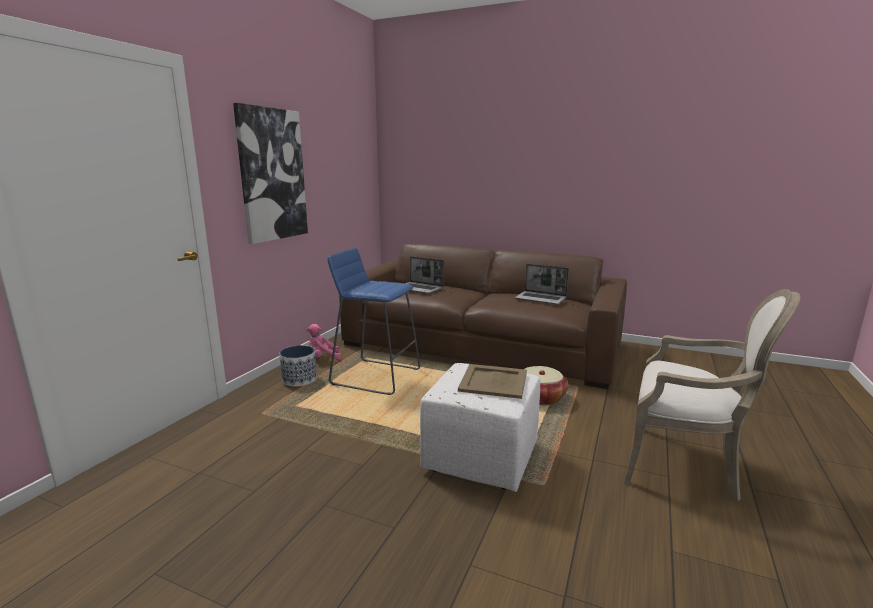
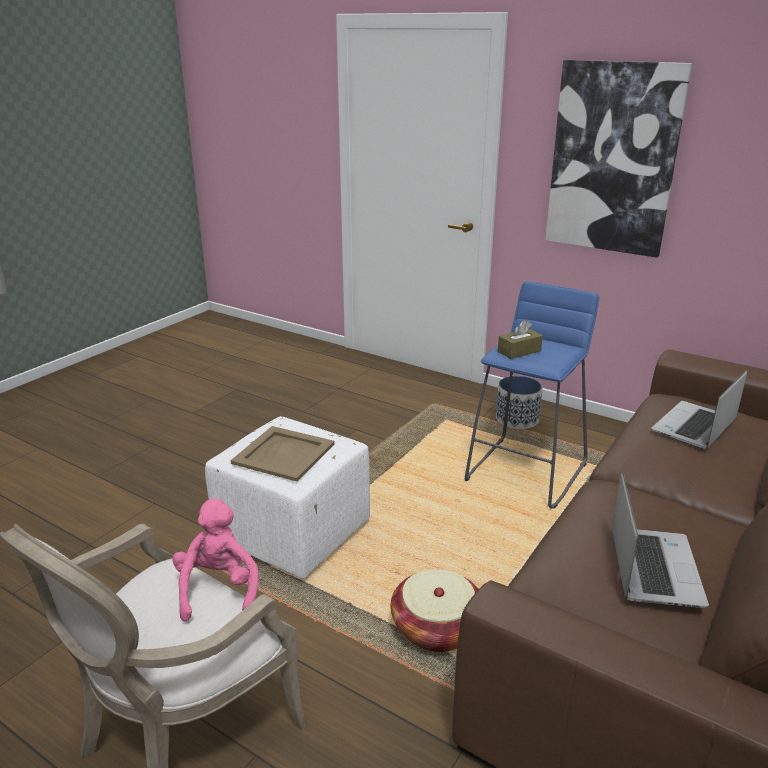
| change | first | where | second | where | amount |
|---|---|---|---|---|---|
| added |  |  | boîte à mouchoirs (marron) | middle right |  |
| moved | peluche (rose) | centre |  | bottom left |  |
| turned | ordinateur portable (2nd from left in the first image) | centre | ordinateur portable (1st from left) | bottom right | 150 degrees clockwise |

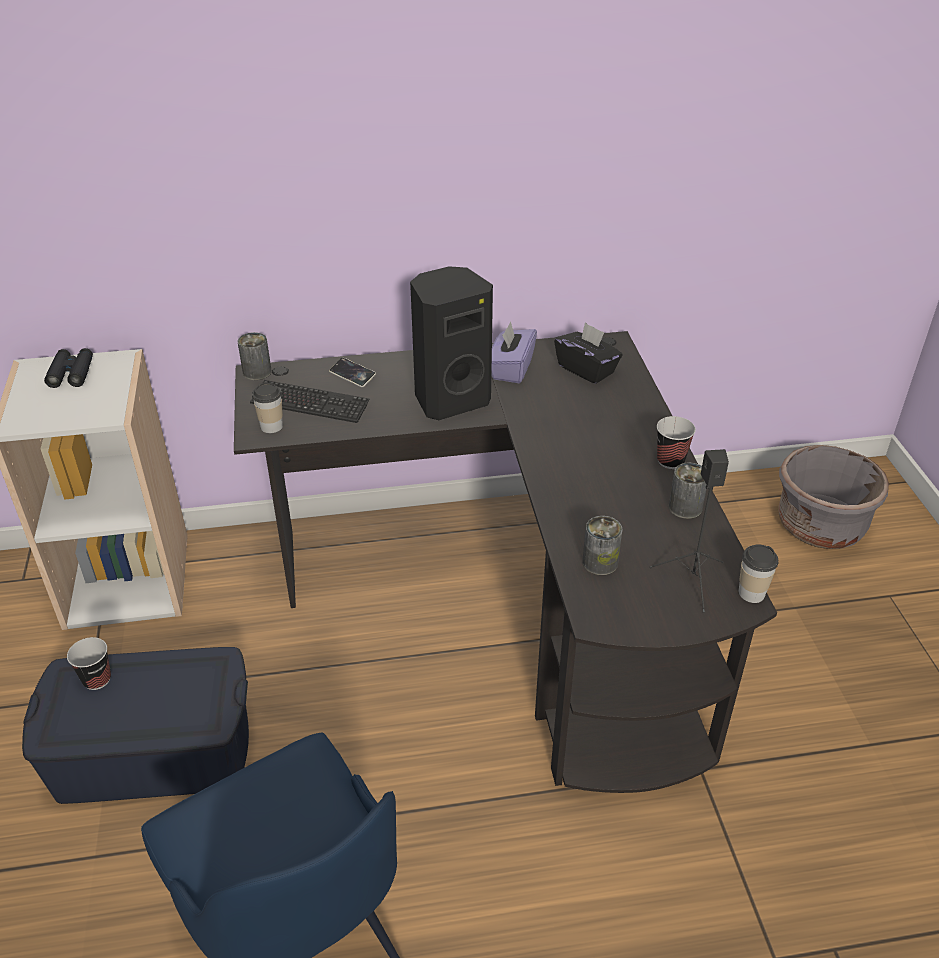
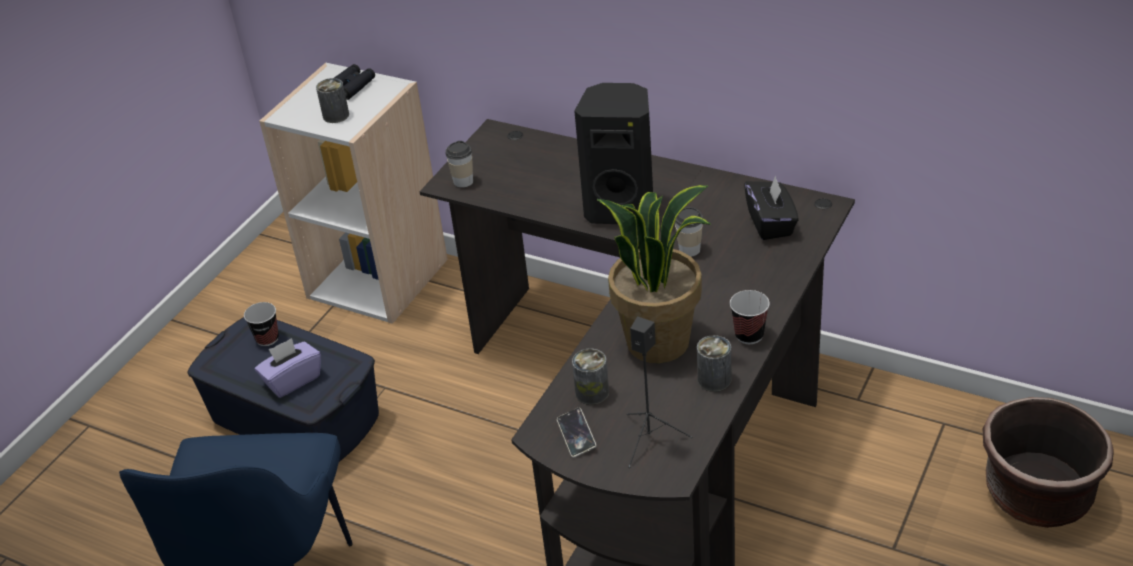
| change | first | where | second | where | amount |
|---|---|---|---|---|---|
| removed | clavier | middle left |  |  |  |
| added |  |  | plante en pot | centre |  |
| moved | boîte métallique (1st from left) | middle left |  | top left |  |
| moved | téléphone | centre |  | bottom centre |  |
| moved | boîte à mouchoirs (violet) | centre |  | middle left |  |
| moved | tasse (4th from left in the first image) | middle right | tasse (3rd from left) | centre |  |
| recoloured | cache-pot (gris) | middle right | cache-pot (marron) | bottom right |  |

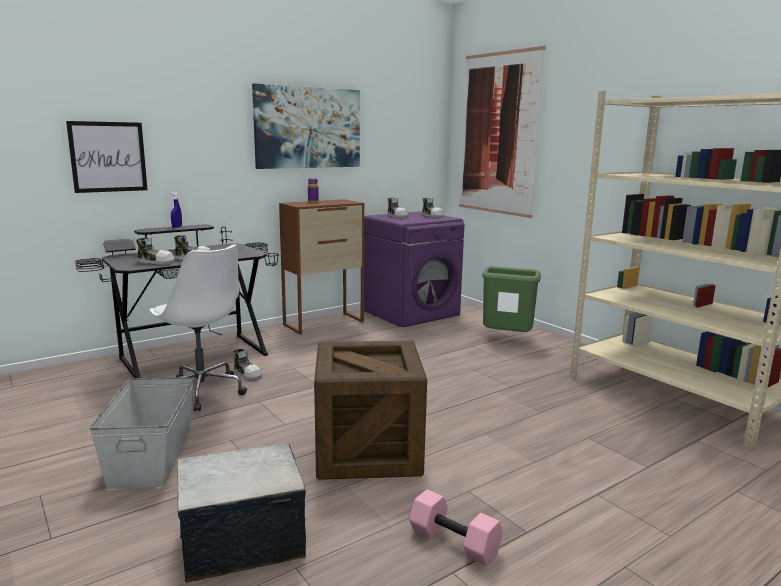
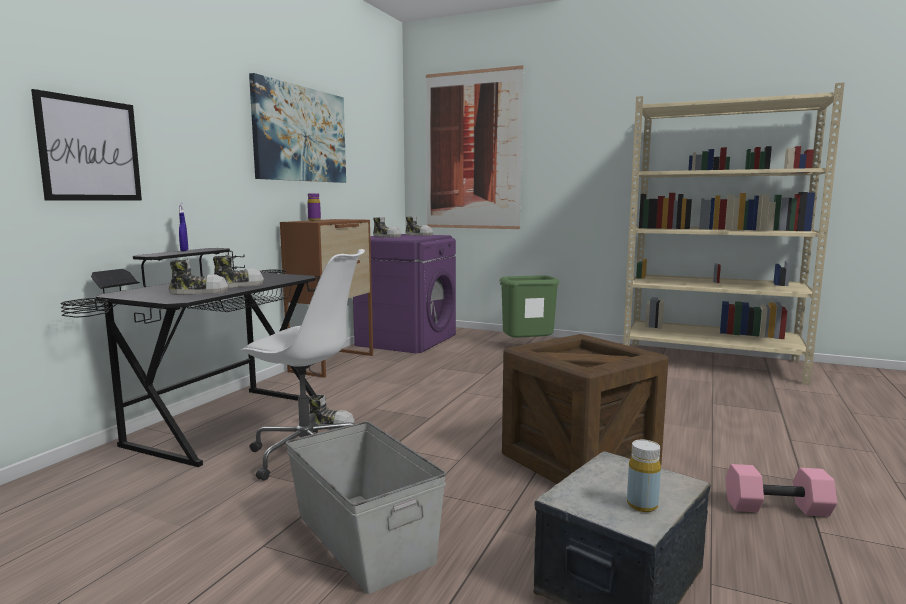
| change | first | where | second | where | amount |
|---|---|---|---|---|---|
| added |  |  | bouteille (jaune) | bottom right |  |

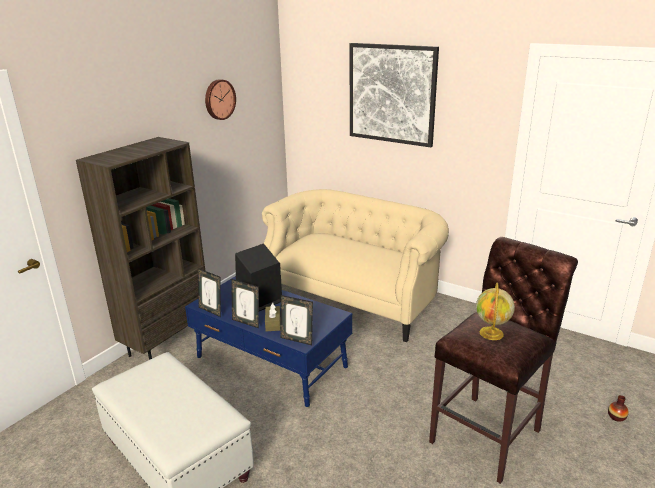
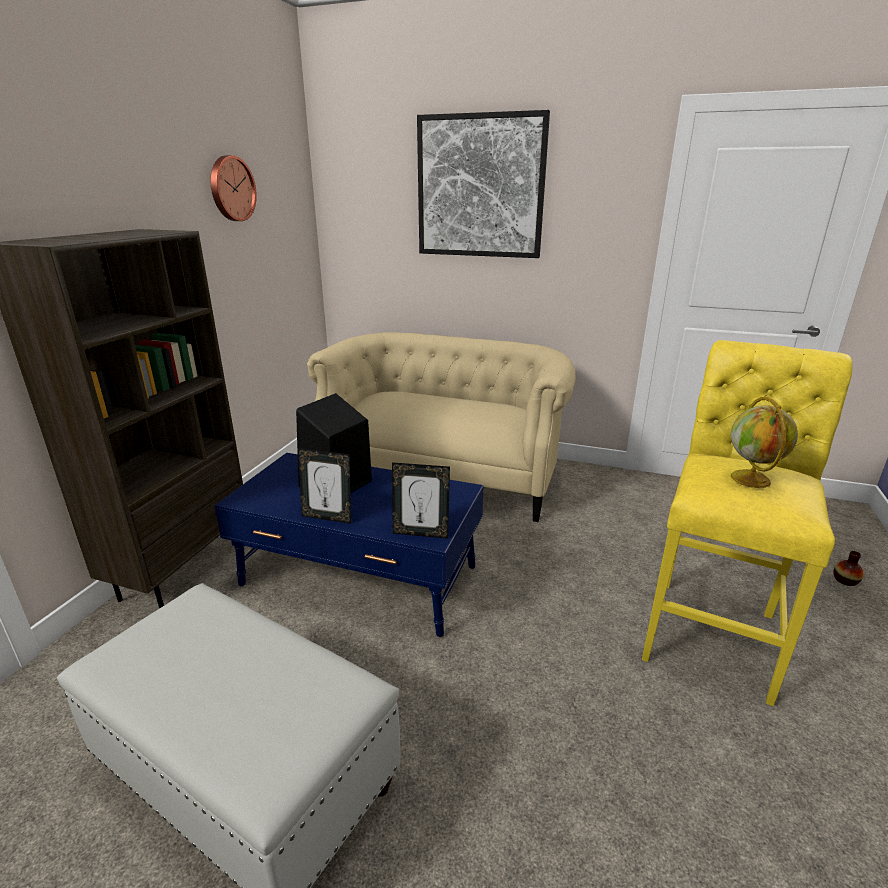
| change | first | where | second | where | amount |
|---|---|---|---|---|---|
| removed | cadre photo (1st from left) | middle left |  |  |  |
| removed | boîte à mouchoirs (marron) | centre |  |  |  |
| recoloured | tabouret (marron) | bottom right | tabouret (jaune) | middle right |  |

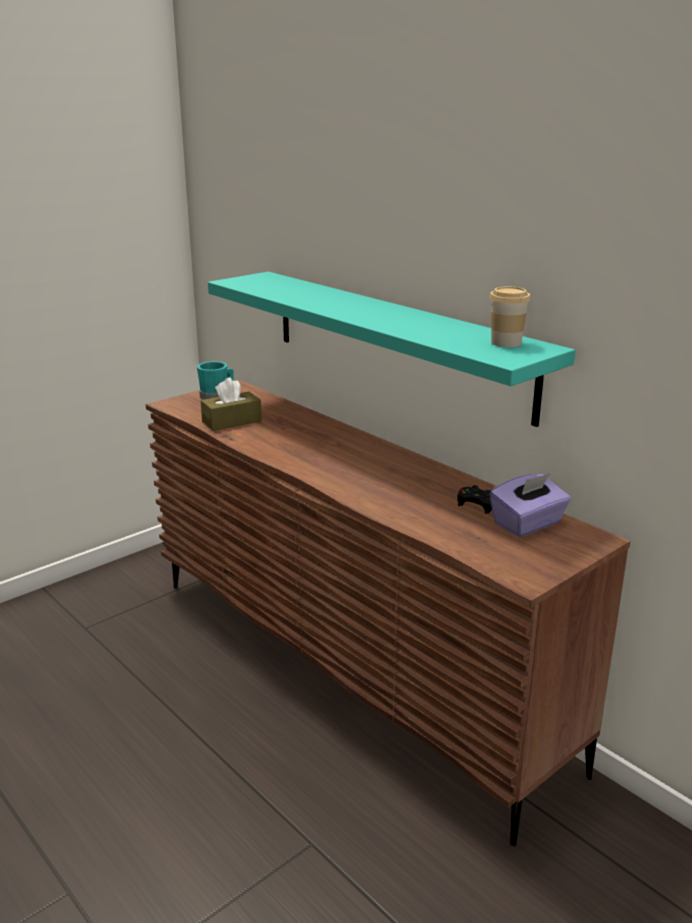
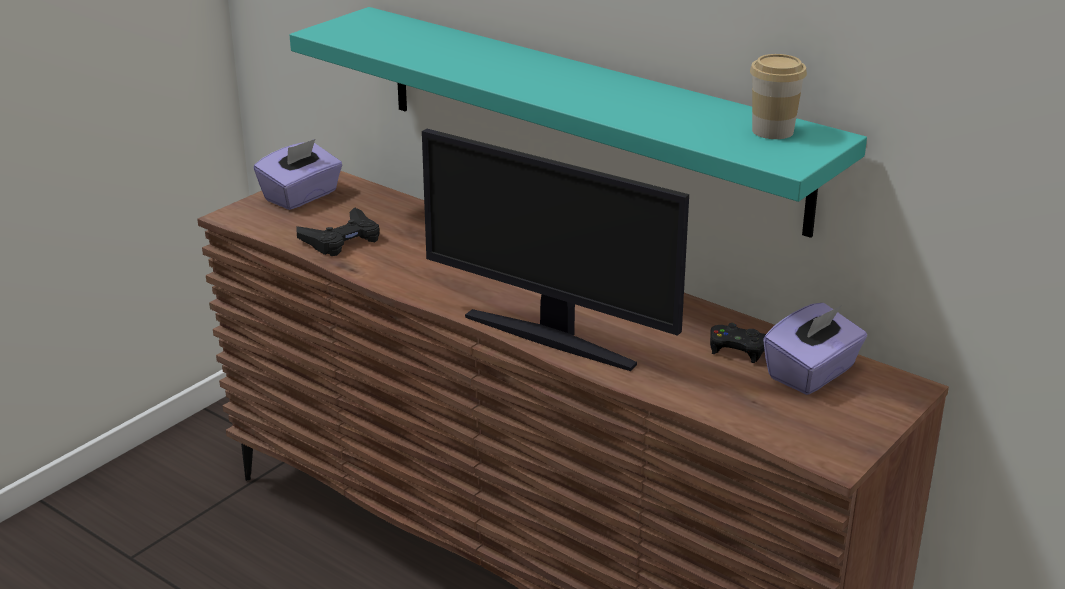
| change | first | where | second | where | amount |
|---|---|---|---|---|---|
| added |  |  | écran d'ordinateur | centre |  |
| replaced | mug (turquoise) | middle left | boîte à mouchoirs (violet) (1st from left) | top left |  |
| replaced | boîte à mouchoirs (marron) | centre | manette (noir) (1st from left) | middle left |  |

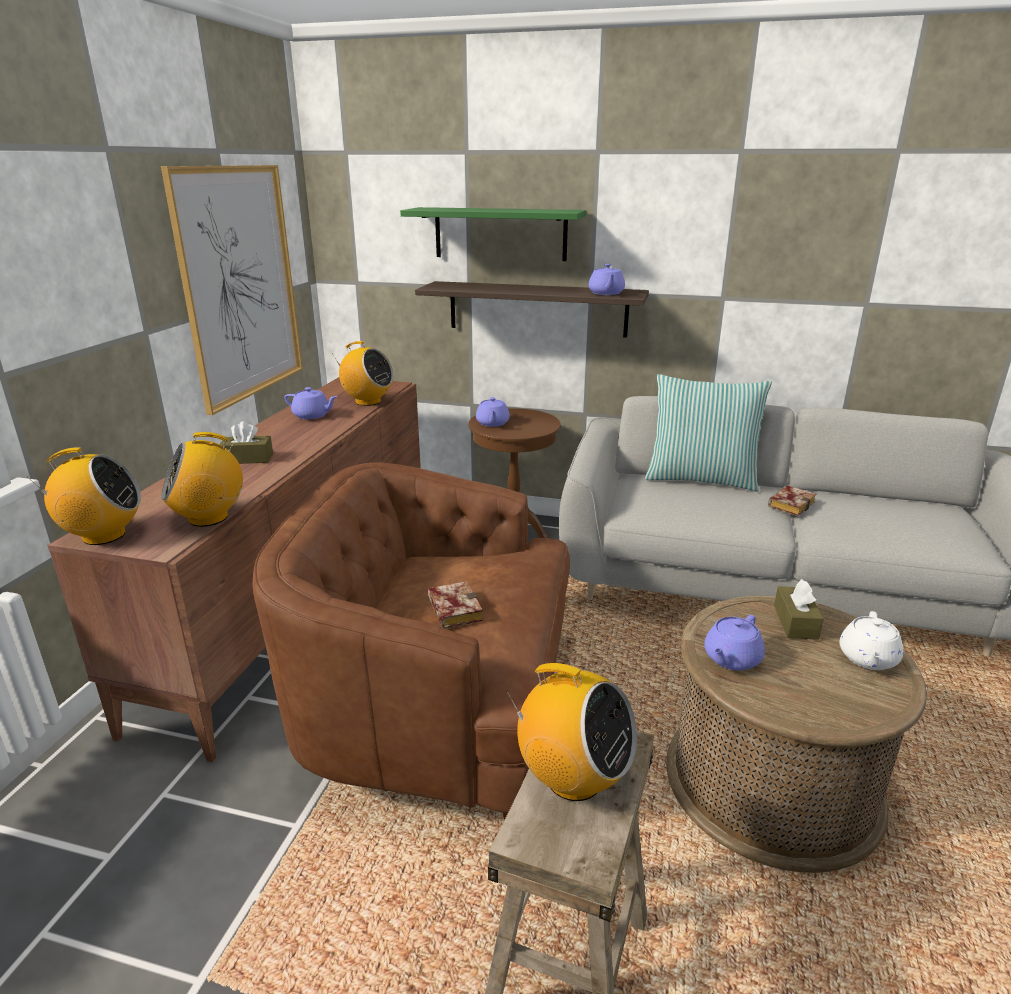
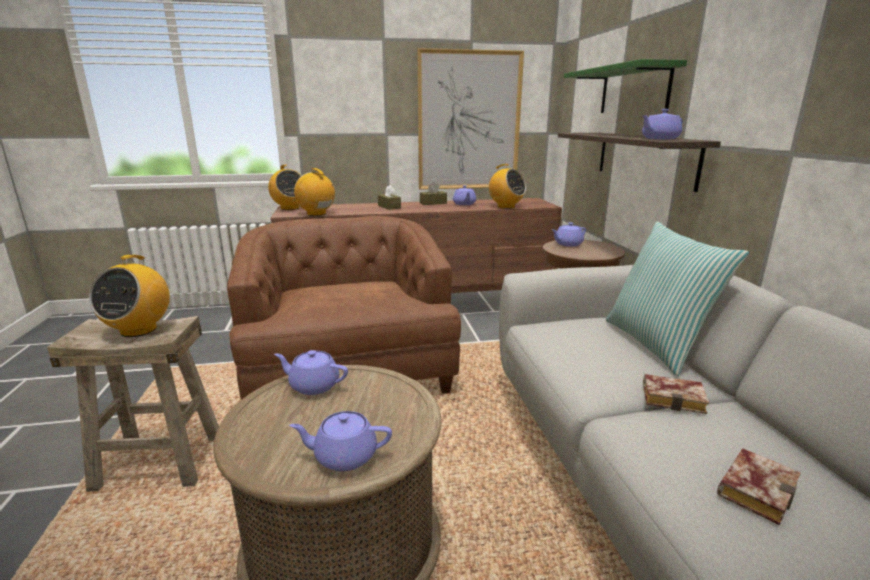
| change | first | where | second | where | amount |
|---|---|---|---|---|---|
| moved | livre (1st from left in the first image) | centre | livre (2nd from left) | bottom right |  |
| moved | boîte à mouchoirs (marron) (2nd from left) | middle right |  | top centre |  |
| recoloured | théière (blanc) | middle right | théière (violet) (2nd from left) | bottom centre |  |
| turned | radio (3rd from left in the first image) | centre | radio (4th from left) | top centre | 45 degrees counterclockwise |

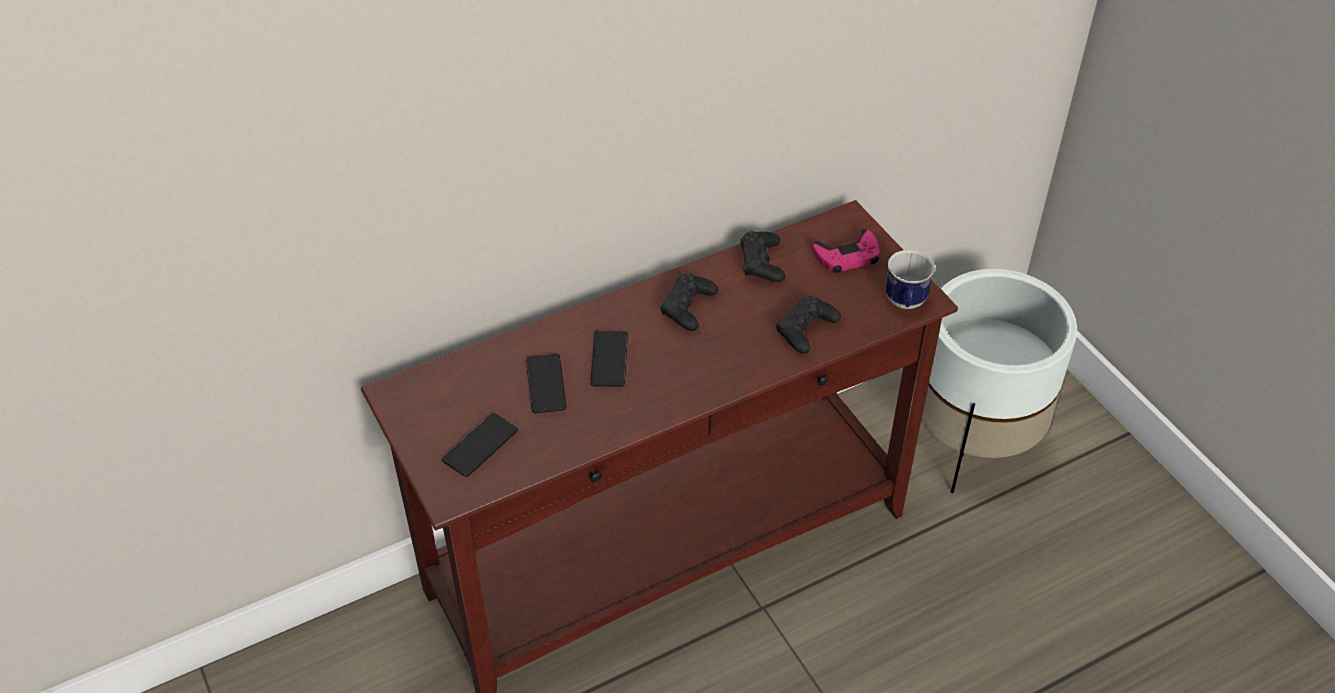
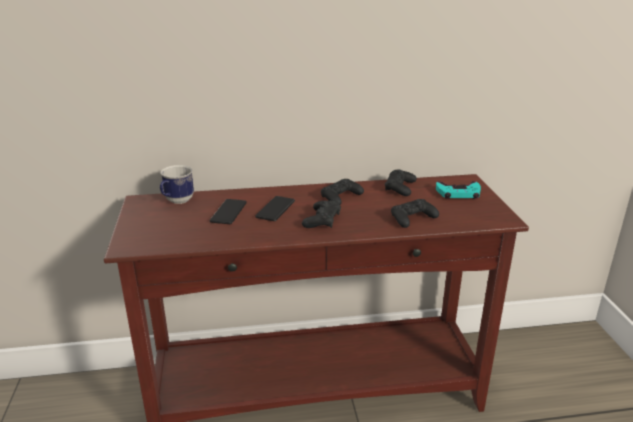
| change | first | where | second | where | amount |
|---|---|---|---|---|---|
| removed | téléphone (1st from left) | centre |  |  |  |
| removed | cache-pot (blanc) | middle right |  |  |  |
| added |  |  | manette (noir) (1st from left) | centre |  |
| moved | mug | middle right |  | middle left |  |
| recoloured | manette (rose) | centre | manette (turquoise) | middle right |  |

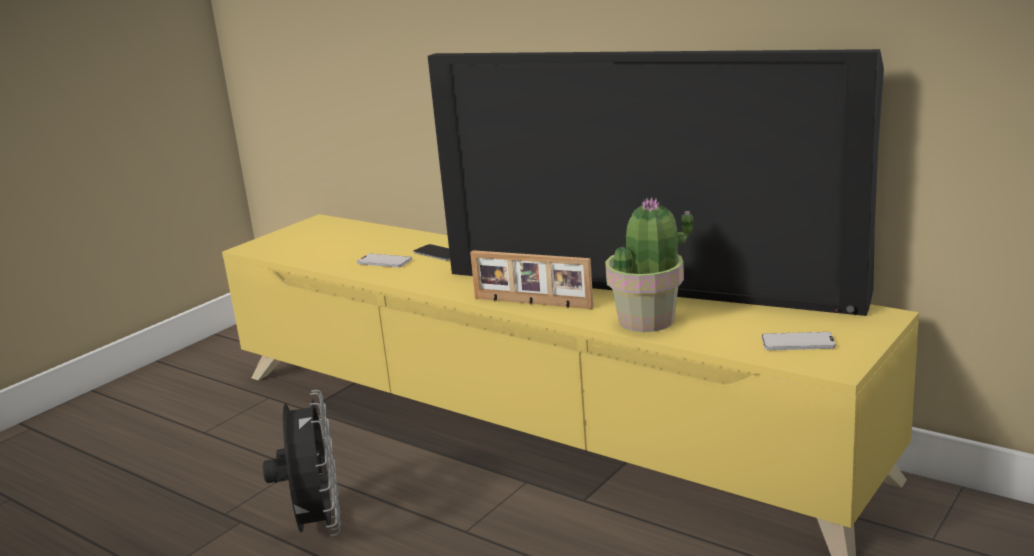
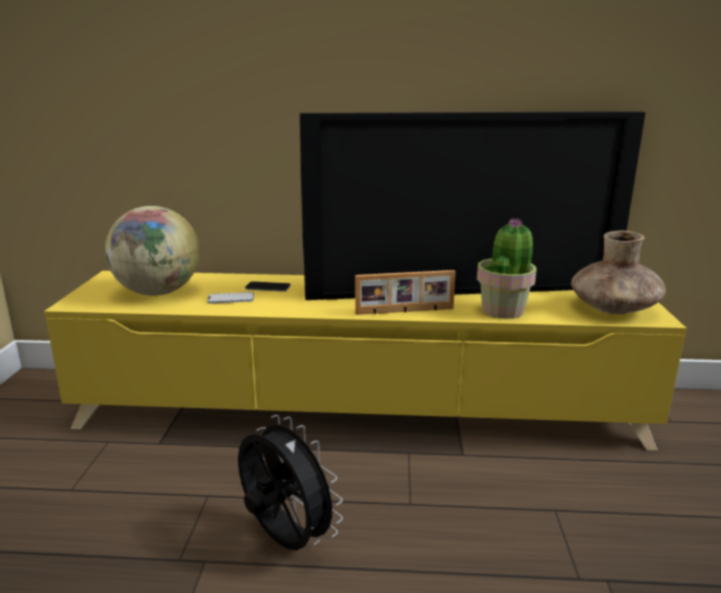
| change | first | where | second | where | amount |
|---|---|---|---|---|---|
| added |  |  | globe | middle left |  |
| replaced | téléphone (3rd from left) | middle right | vase (marron) | middle right |  |

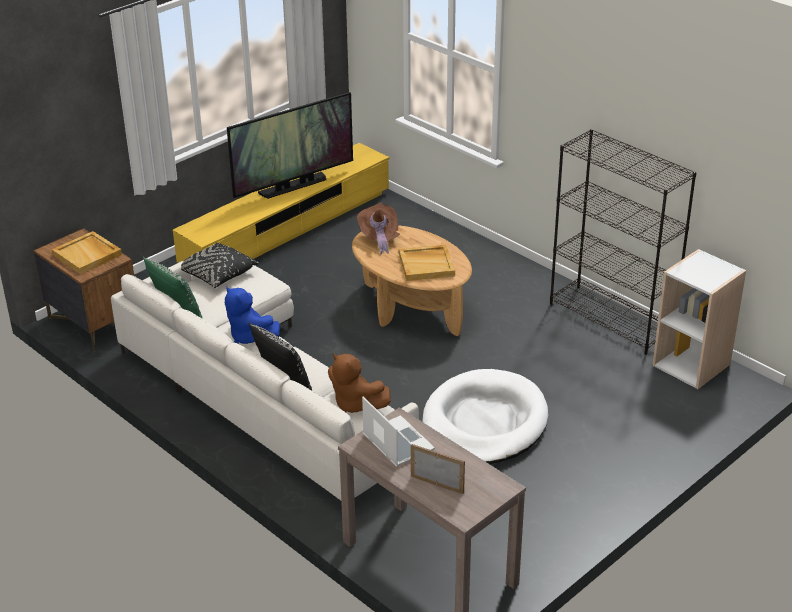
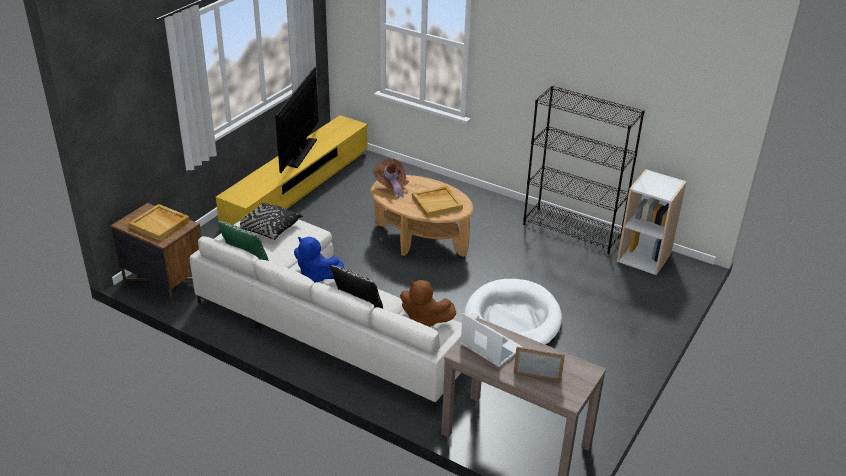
| change | first | where | second | where | amount |
|---|---|---|---|---|---|
| turned | téléviseur | top centre |  | top centre | 150 degrees clockwise |

